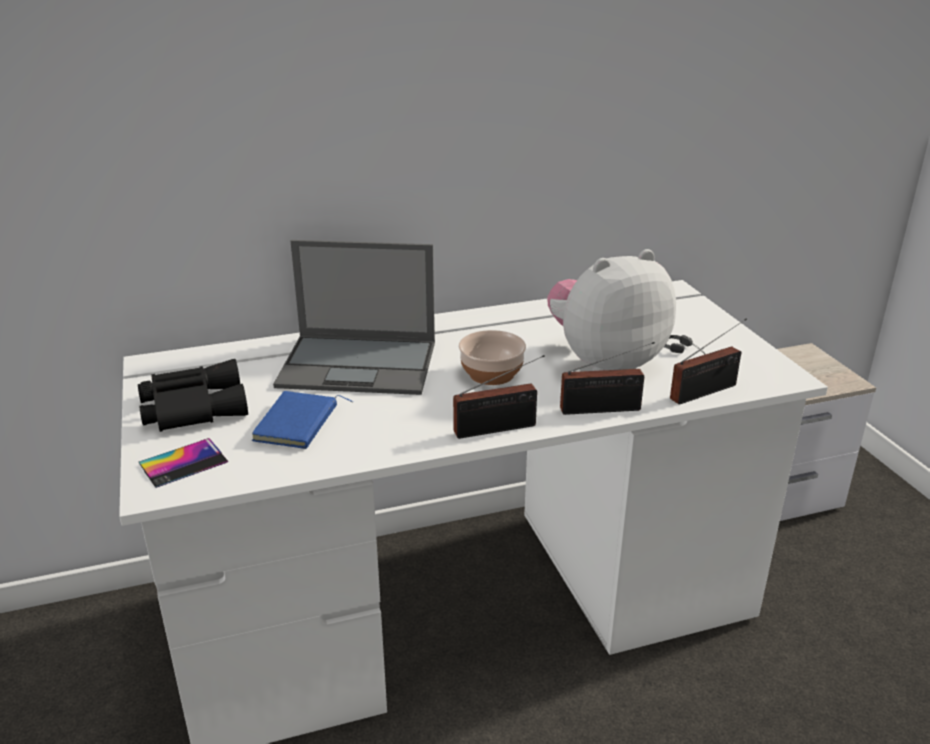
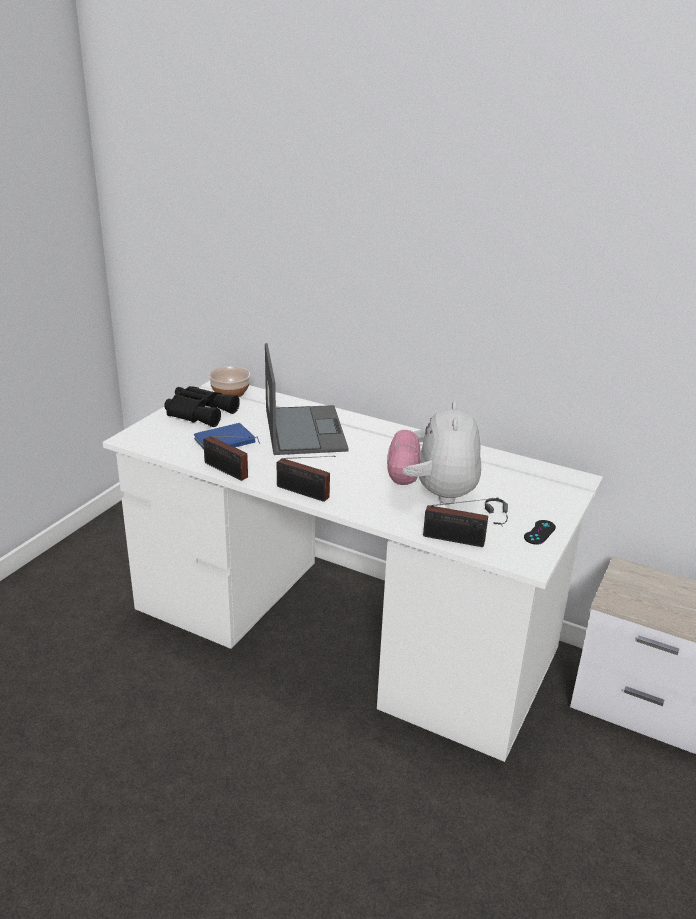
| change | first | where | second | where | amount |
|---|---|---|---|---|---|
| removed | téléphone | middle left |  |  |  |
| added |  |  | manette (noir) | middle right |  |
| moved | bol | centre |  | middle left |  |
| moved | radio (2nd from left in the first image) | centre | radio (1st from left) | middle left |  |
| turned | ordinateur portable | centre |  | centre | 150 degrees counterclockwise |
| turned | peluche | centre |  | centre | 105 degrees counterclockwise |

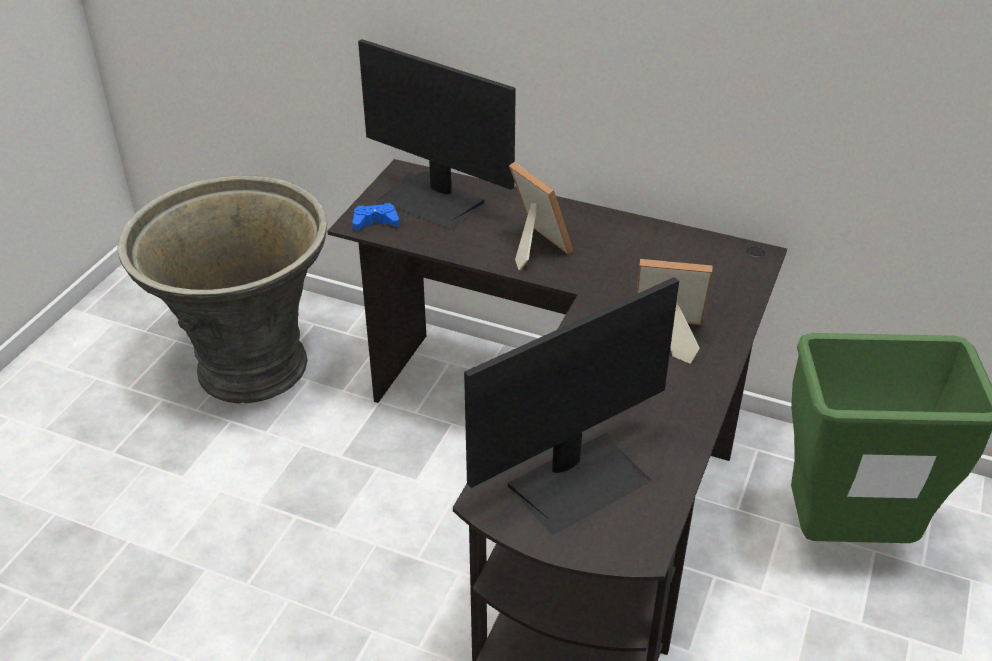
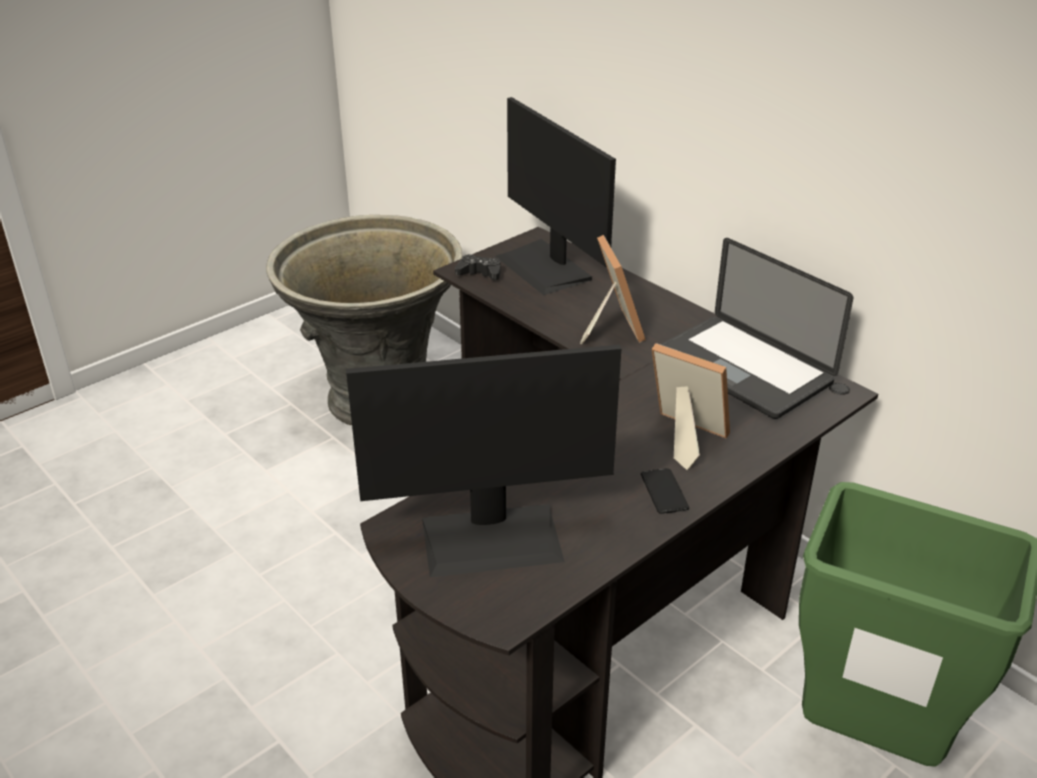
| change | first | where | second | where | amount |
|---|---|---|---|---|---|
| added |  |  | téléphone | centre |  |
| added |  |  | ordinateur portable | middle right |  |
| recoloured | manette (bleu) | top centre | manette (noir) | centre |  |

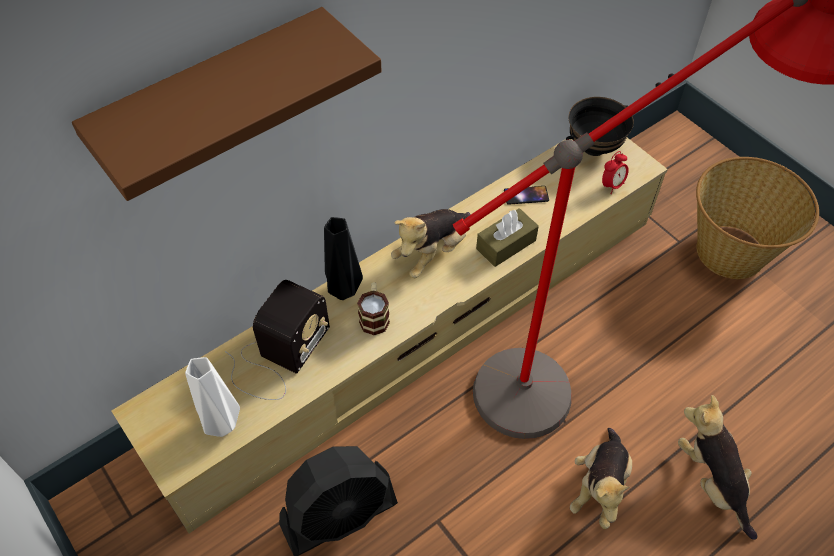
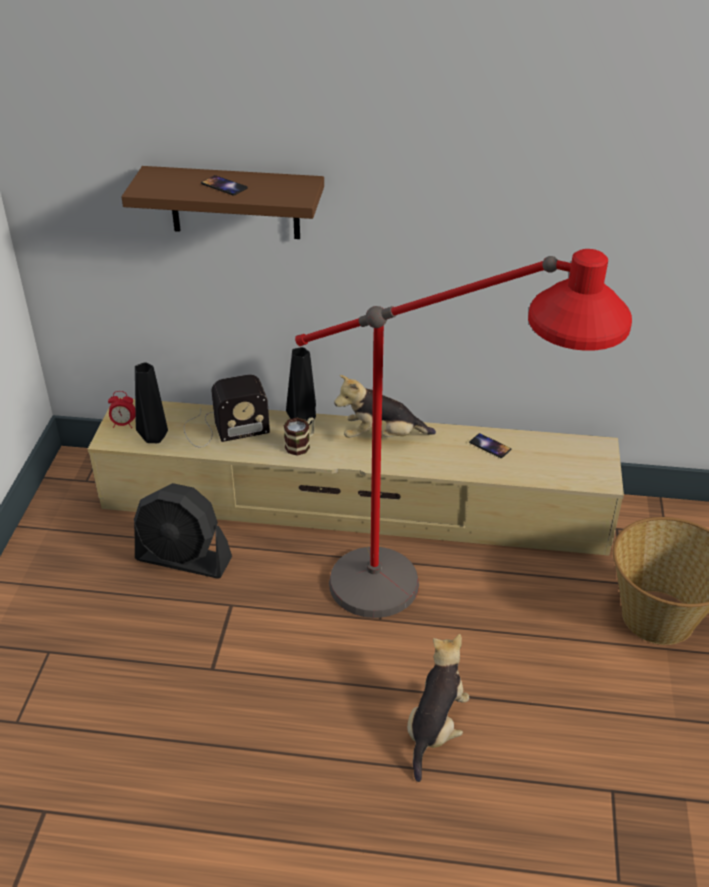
| change | first | where | second | where | amount |
|---|---|---|---|---|---|
| removed | boîte à mouchoirs (marron) | centre |  |  |  |
| removed | bol (noir) | top right |  |  |  |
| removed | peluche (2nd from left) | bottom right |  |  |  |
| added |  |  | téléphone (1st from left) | top left |  |
| moved | réveil | top right |  | middle left |  |
| recoloured | vase (blanc) | bottom left | vase (noir) (1st from left) | middle left |  |

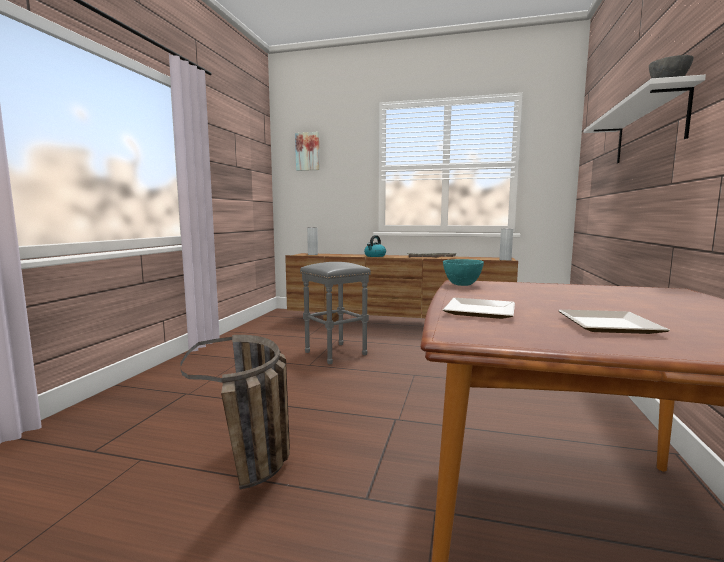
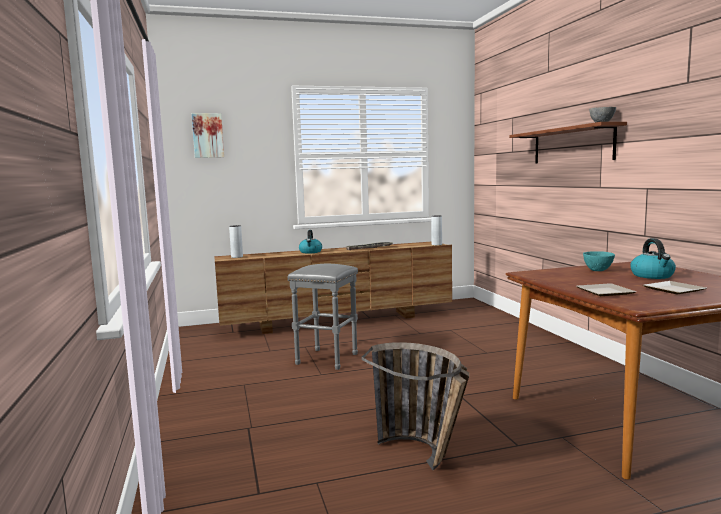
| change | first | where | second | where | amount |
|---|---|---|---|---|---|
| added |  |  | bouilloire (2nd from left) | middle right |  |
| moved | bol (turquoise) | centre |  | middle right |  |
| recoloured | étagère (blanc) | top right | étagère (marron) | top right |  |

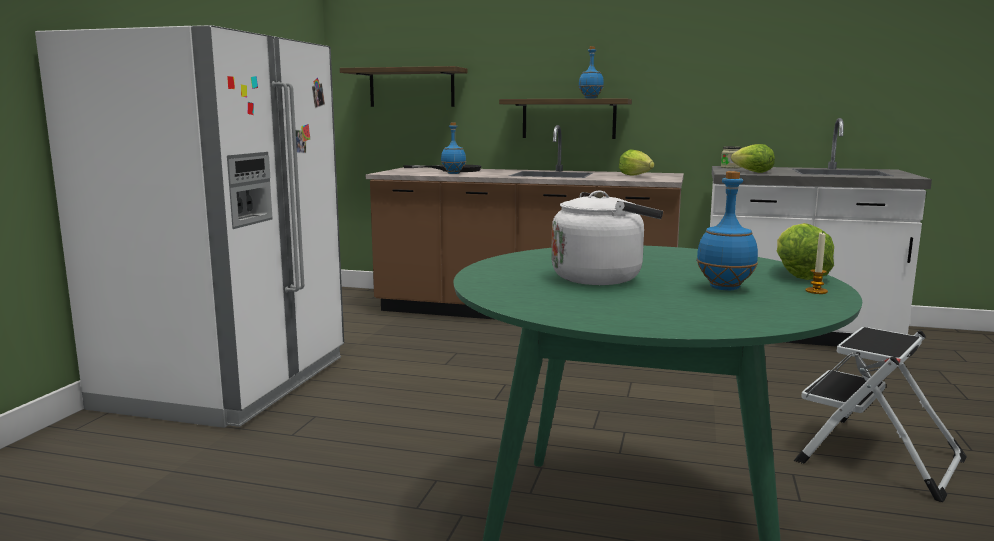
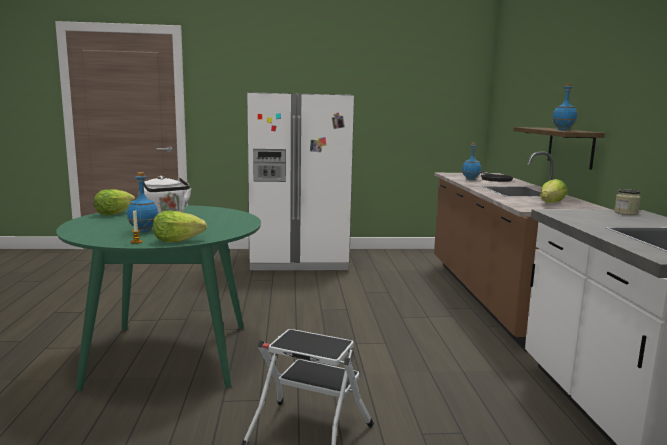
| change | first | where | second | where | amount |
|---|---|---|---|---|---|
| removed | étagère (1st from left) | top centre |  |  |  |
| moved | laitue (2nd from left in the first image) | top right | laitue (1st from left) | middle left |  |

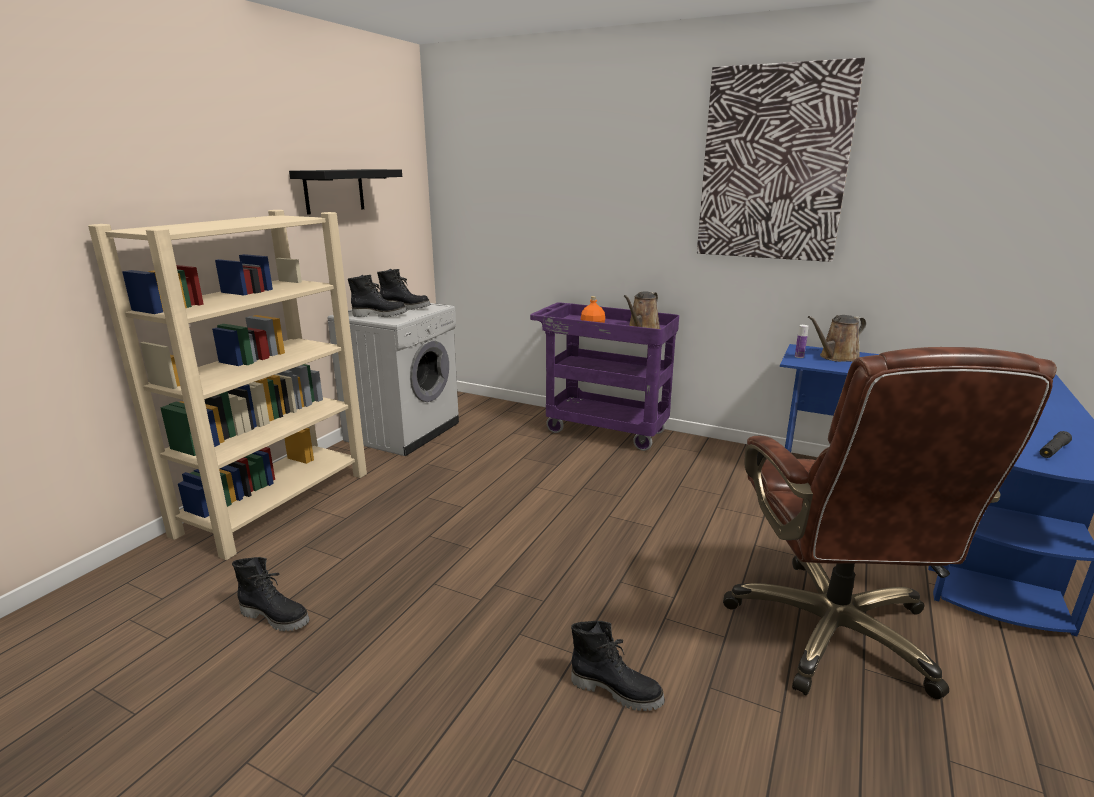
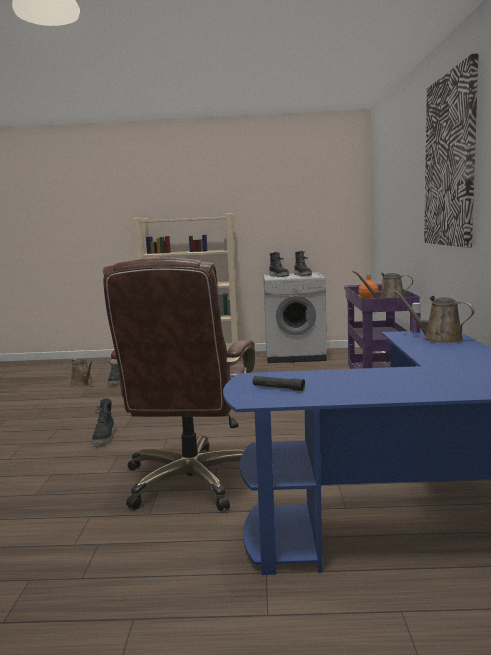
| change | first | where | second | where | amount |
|---|---|---|---|---|---|
| removed | étagère (noir) | top left |  |  |  |
| added |  |  | arrosoir (marron) (1st from left) | middle left |  |
| turned | chaise de bureau (marron) | middle right |  | centre | 60 degrees counterclockwise |

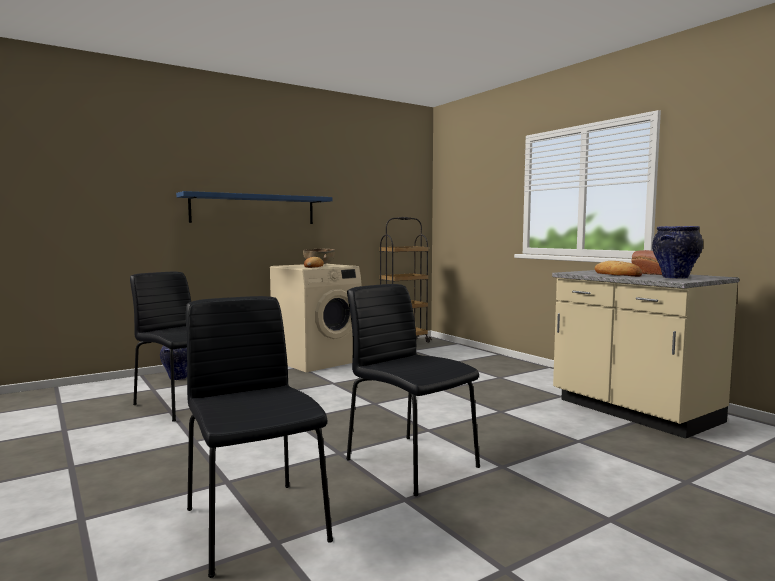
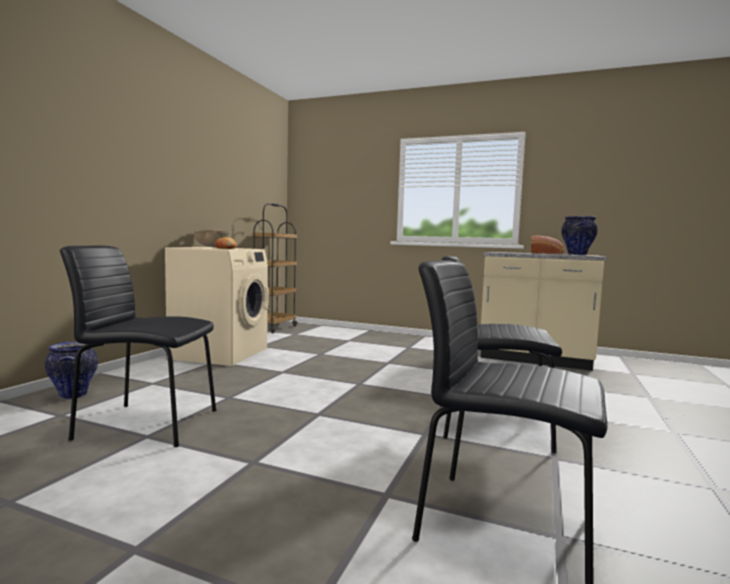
| change | first | where | second | where | amount |
|---|---|---|---|---|---|
| removed | étagère (bleu) | middle left |  |  |  |
| removed | pain (2nd from left) | middle right |  |  |  |

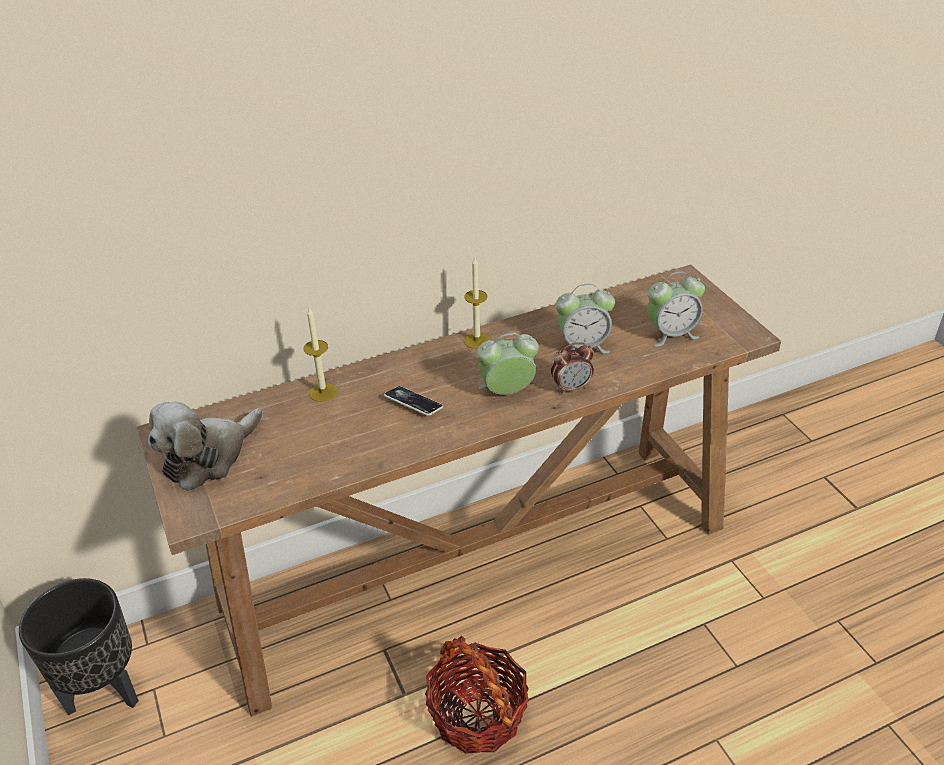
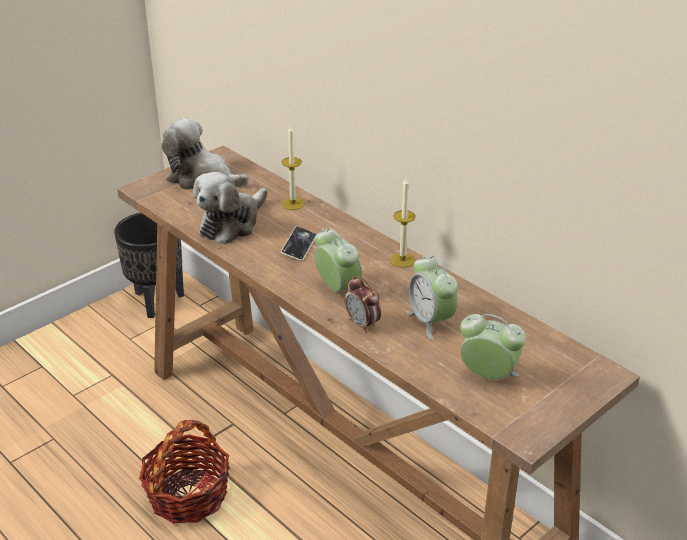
| change | first | where | second | where | amount |
|---|---|---|---|---|---|
| added |  |  | peluche (2nd from left) | centre |  |
| turned | réveil (4th from left) | middle right |  | middle right | 150 degrees clockwise |

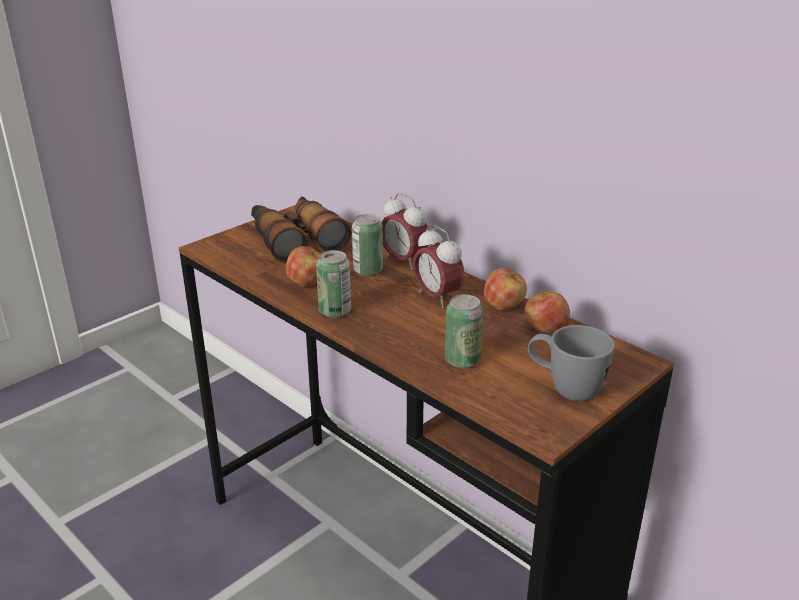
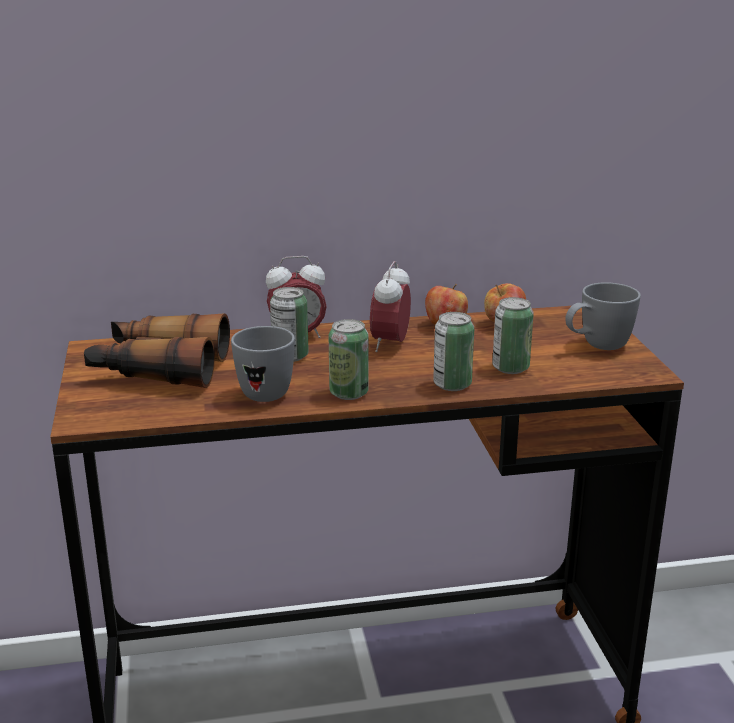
| change | first | where | second | where | amount |
|---|---|---|---|---|---|
| added |  |  | boîte métallique (3rd from left) | centre |  |
| replaced | pomme (1st from left) | centre | mug (gris) (1st from left) | centre |  |
| turned | réveil (2nd from left) | centre |  | centre | 105 degrees clockwise |

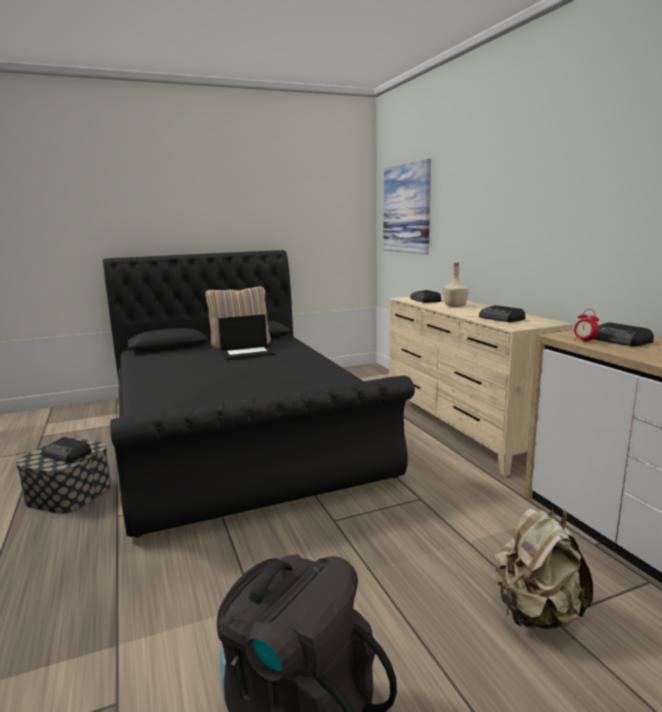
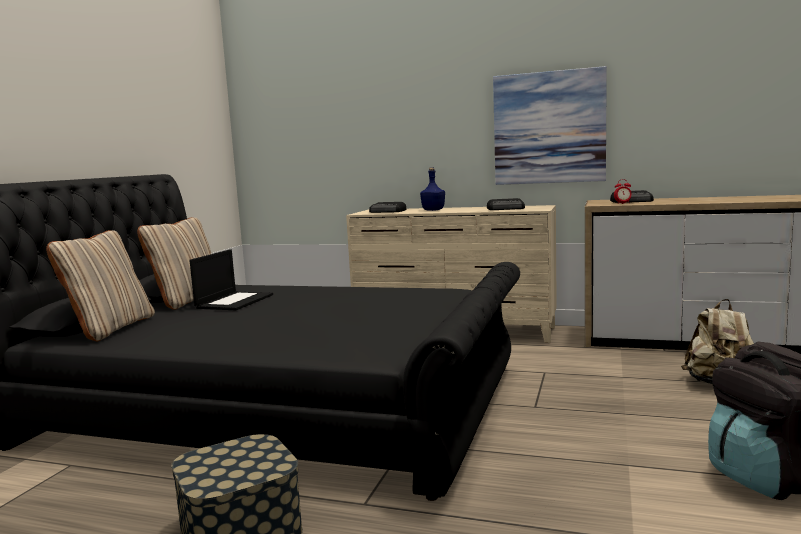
| change | first | where | second | where | amount |
|---|---|---|---|---|---|
| removed | radio (1st from left) | middle left |  |  |  |
| added |  |  | coussin (beige) (1st from left) | middle left |  |
| moved | tableau | top centre |  | top right |  |
| recoloured | bouteille (beige) | middle right | bouteille (bleu) | centre |  |

